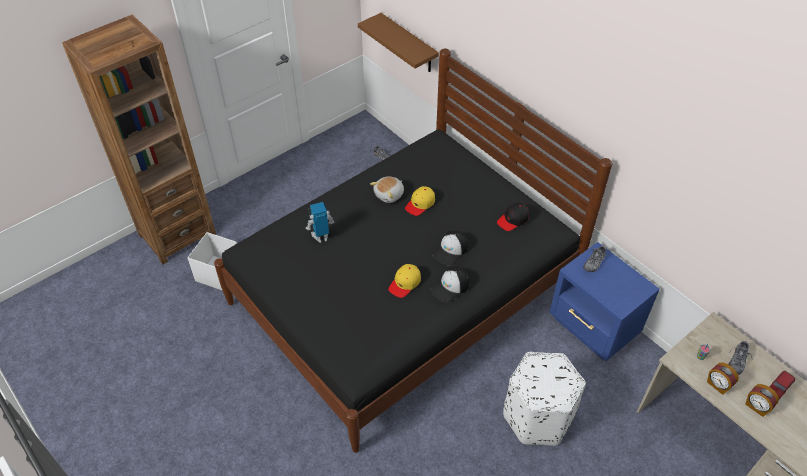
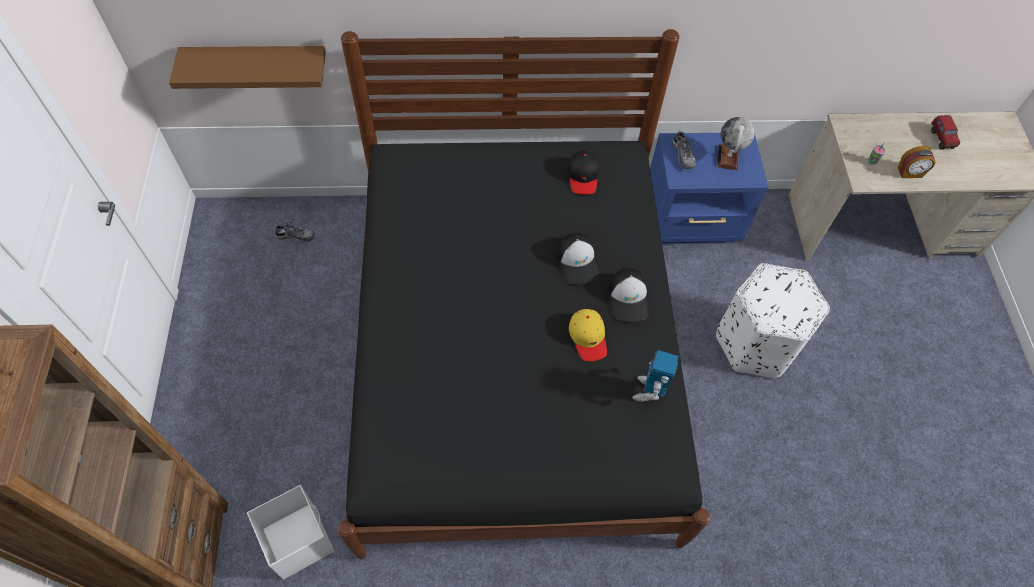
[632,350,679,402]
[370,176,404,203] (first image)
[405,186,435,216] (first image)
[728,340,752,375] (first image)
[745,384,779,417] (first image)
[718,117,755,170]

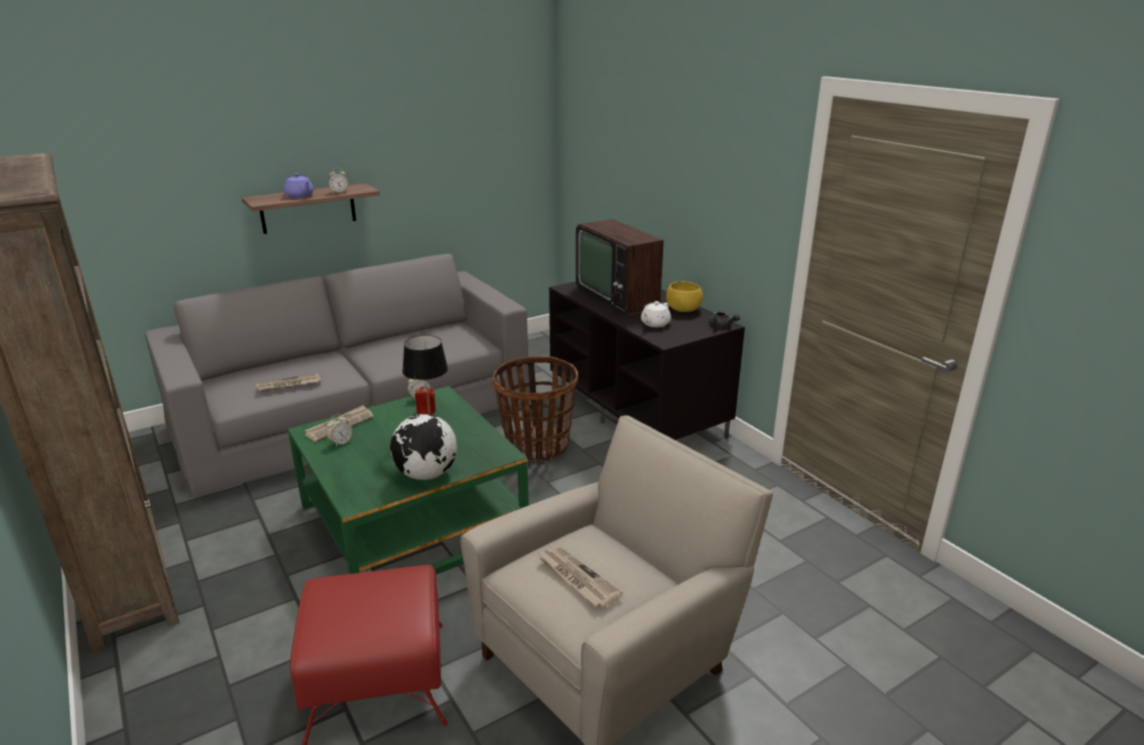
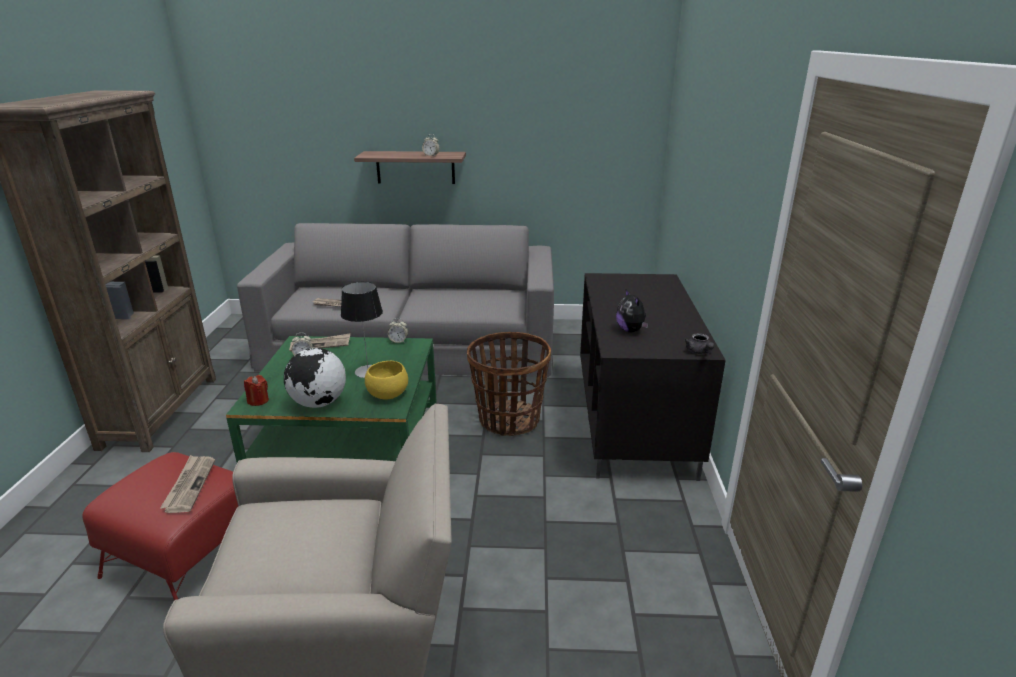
[284,173,314,198] (first image)
[244,375,269,406]
[160,455,215,513]
[576,219,664,315] (first image)
[616,289,649,333]
[365,361,408,400]

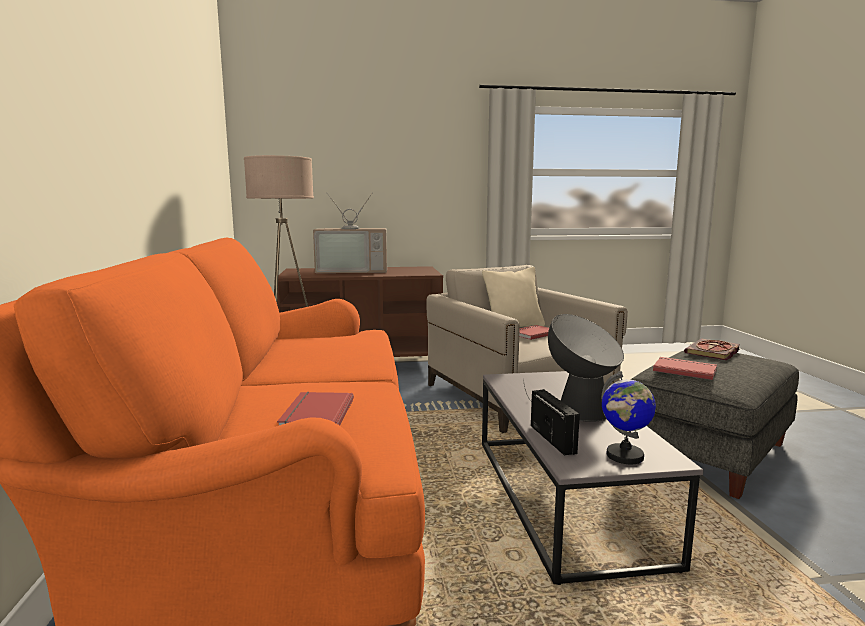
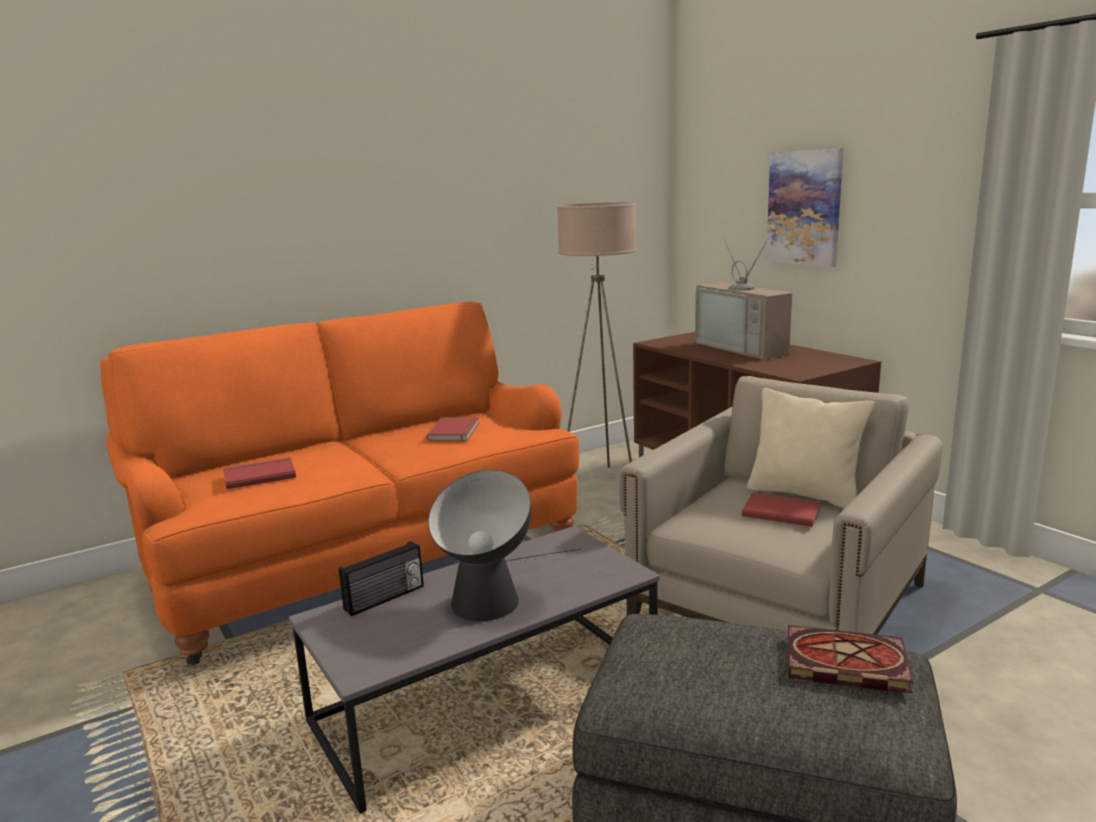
[602,371,656,464] (first image)
[427,417,479,441]
[766,148,843,267]

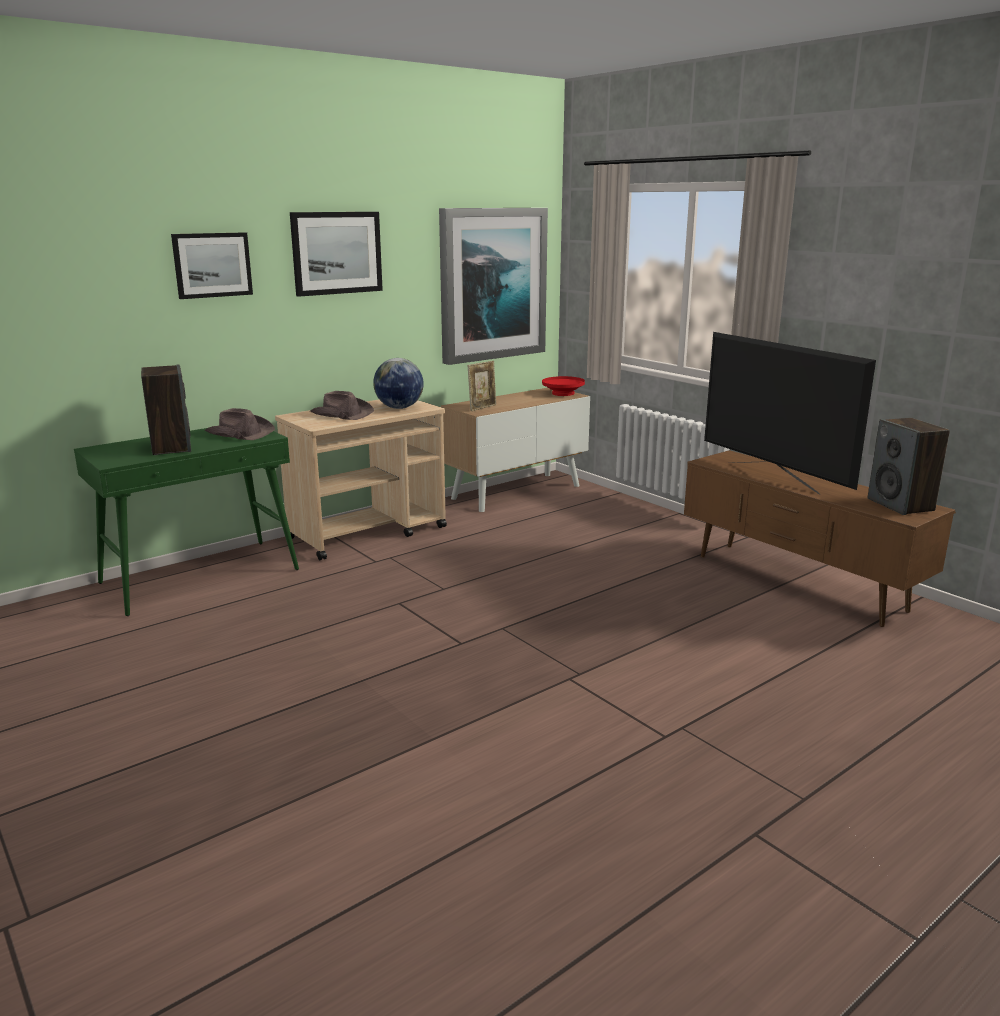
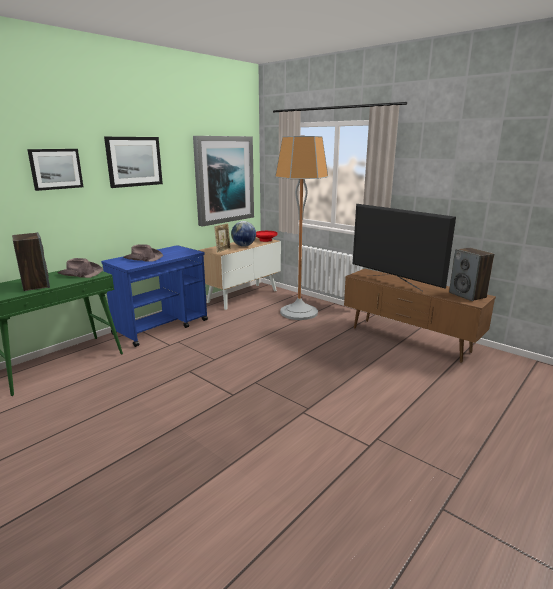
[101,245,208,347]
[231,221,256,247]
[275,135,328,320]

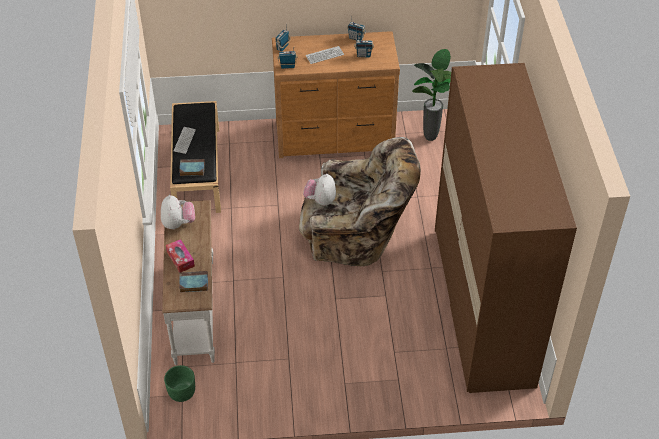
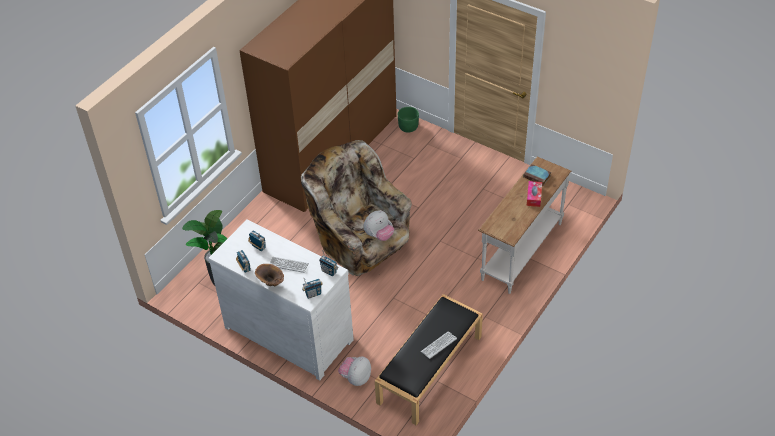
[338,357,371,386]
[398,107,419,133]
[179,159,205,176] (first image)
[208,219,354,381]
[255,264,284,286]

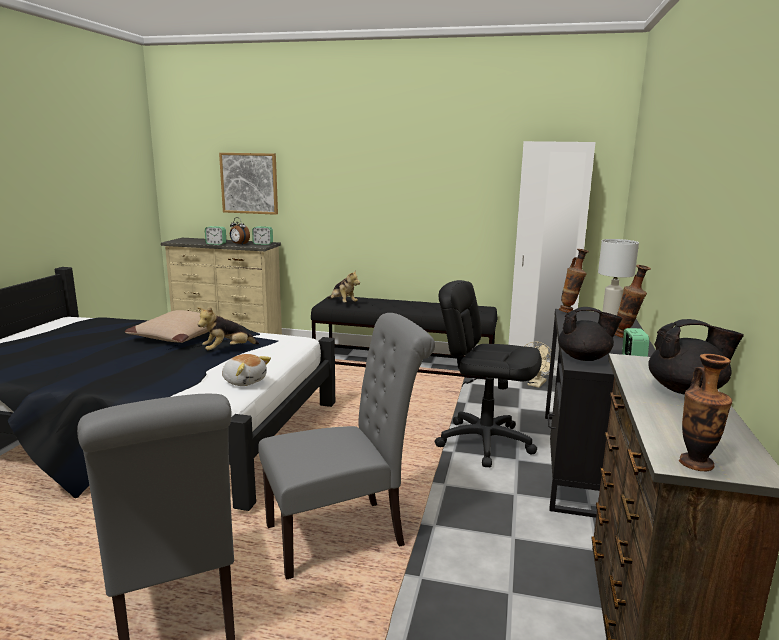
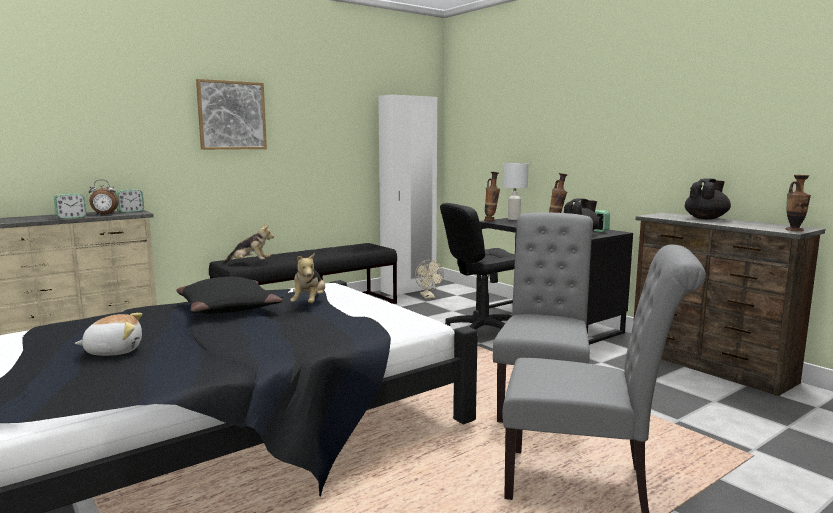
[176,277,283,314]
[196,79,267,150]
[75,313,142,356]

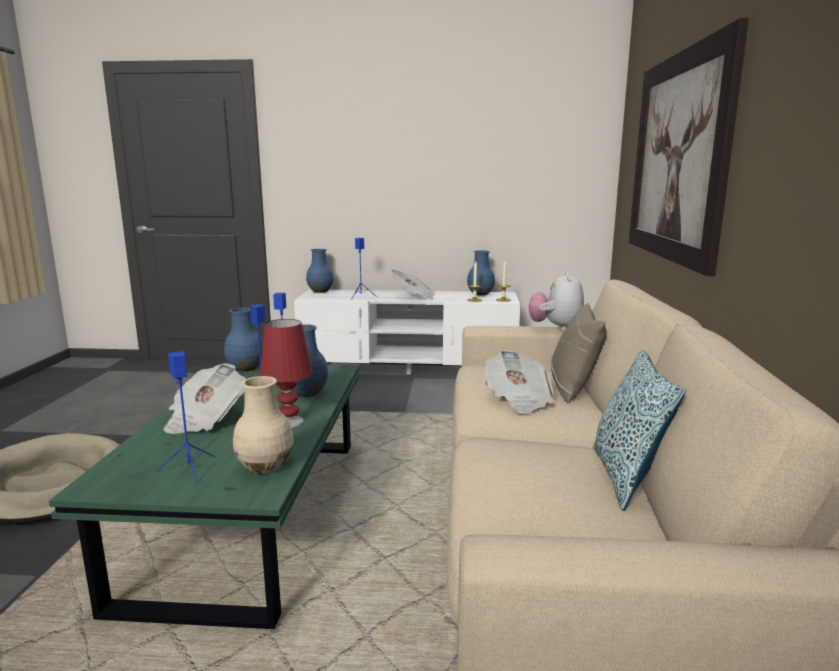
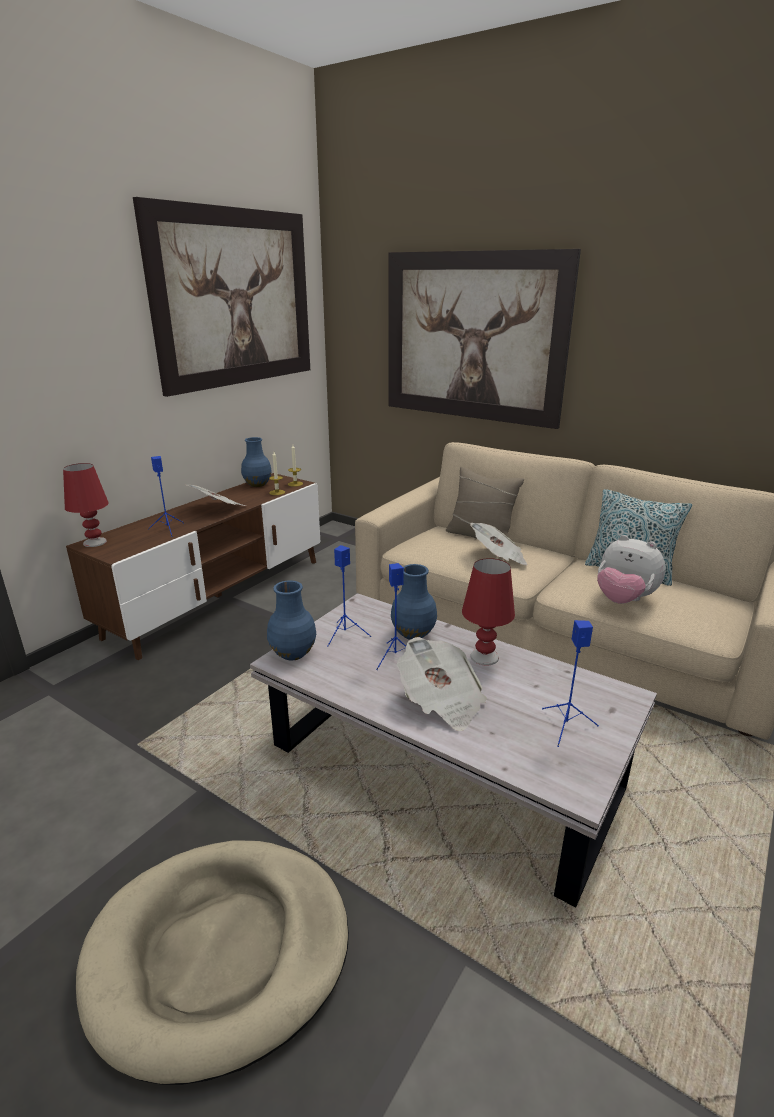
[250,593,657,908]
[233,376,294,474] (first image)
[66,473,320,660]
[63,463,109,547]
[597,535,666,604]
[133,197,310,397]

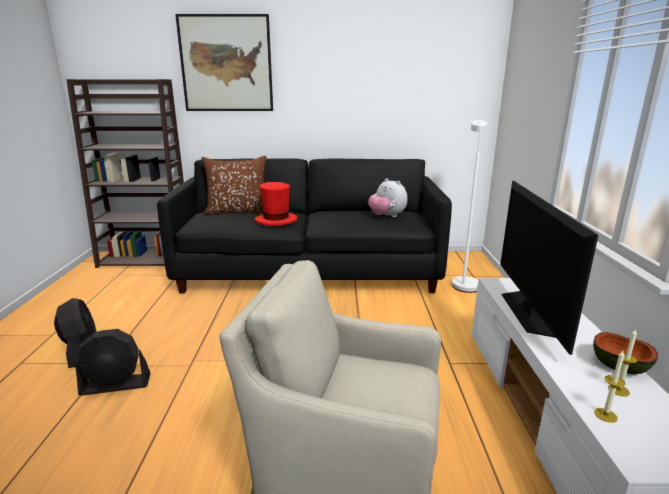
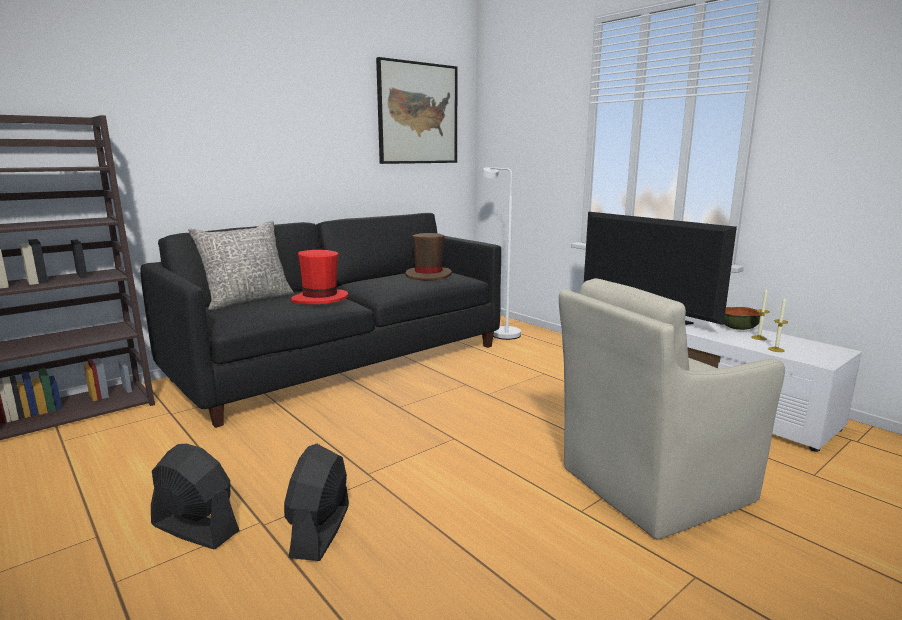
[284,444,349,561]
[376,57,457,164]
[188,221,293,310]
[406,233,452,281]

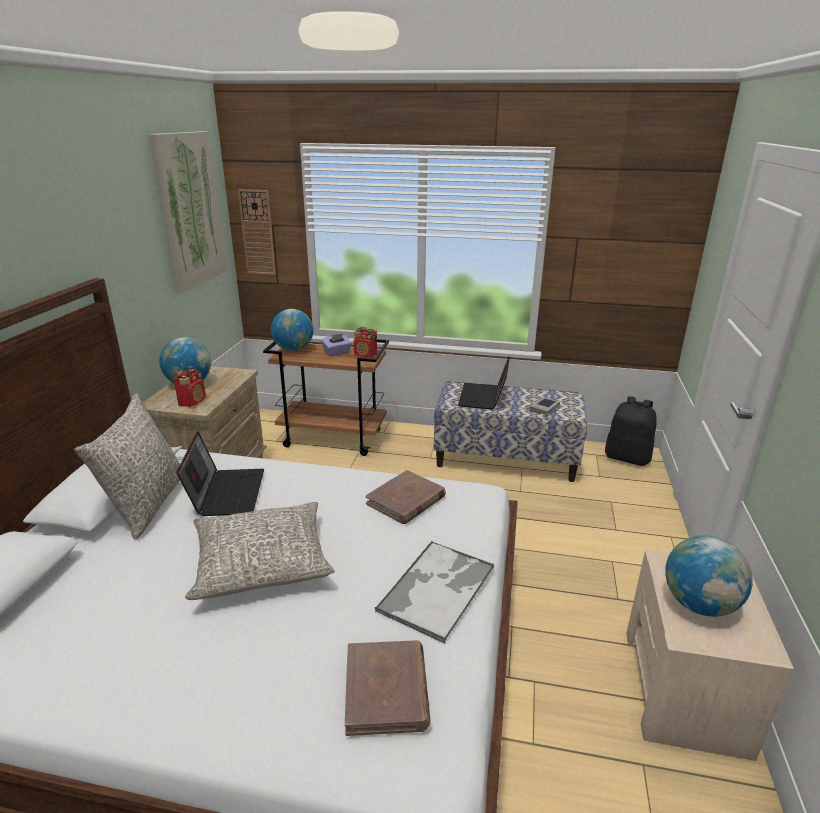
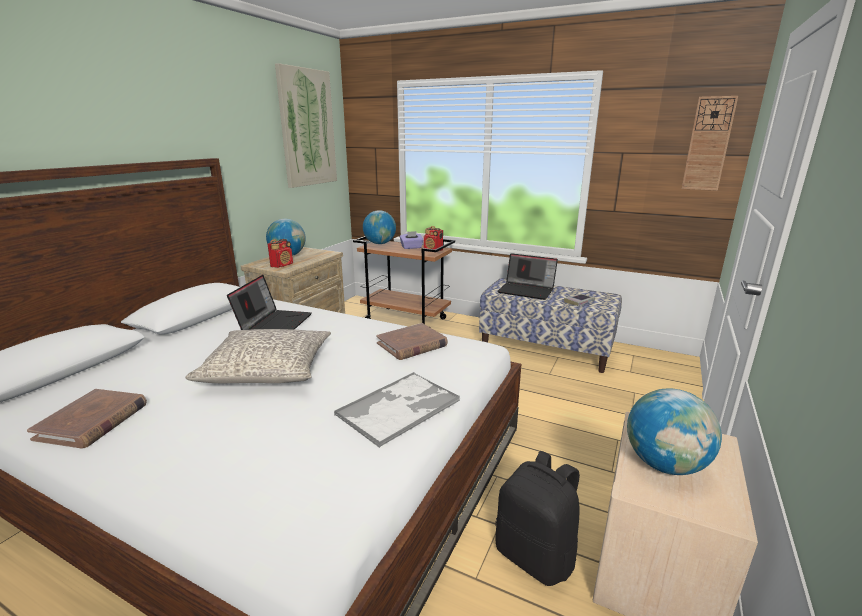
[74,393,180,539] (first image)
[682,96,738,191]
[27,389,147,449]
[497,253,558,300]
[495,451,580,586]

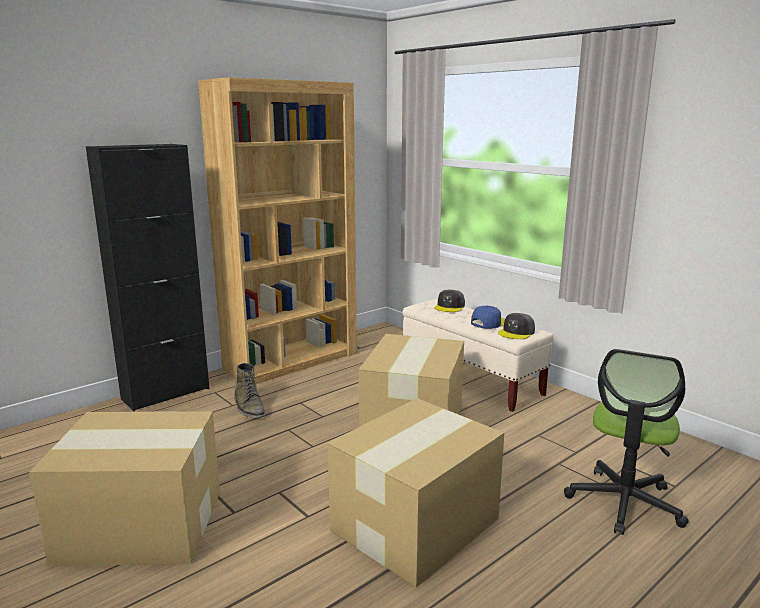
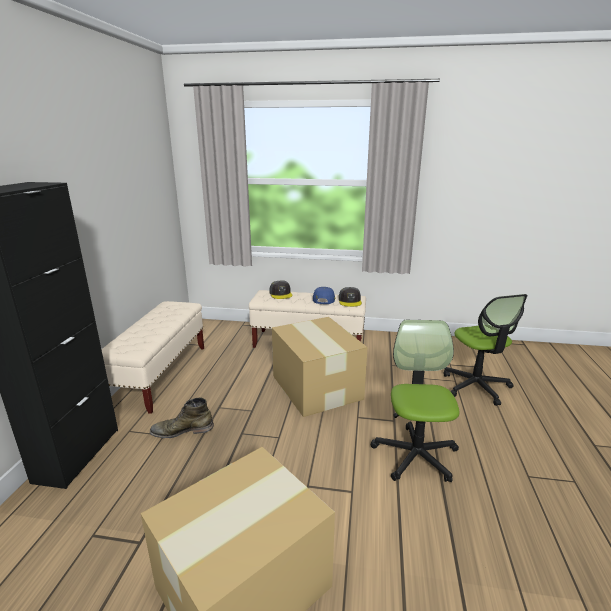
[101,301,204,414]
[150,397,214,438]
[370,320,459,482]

